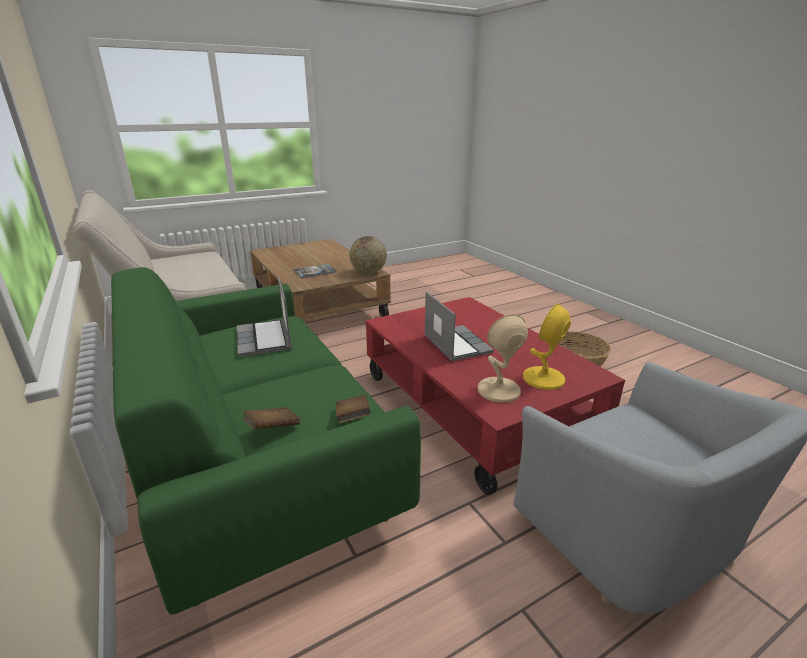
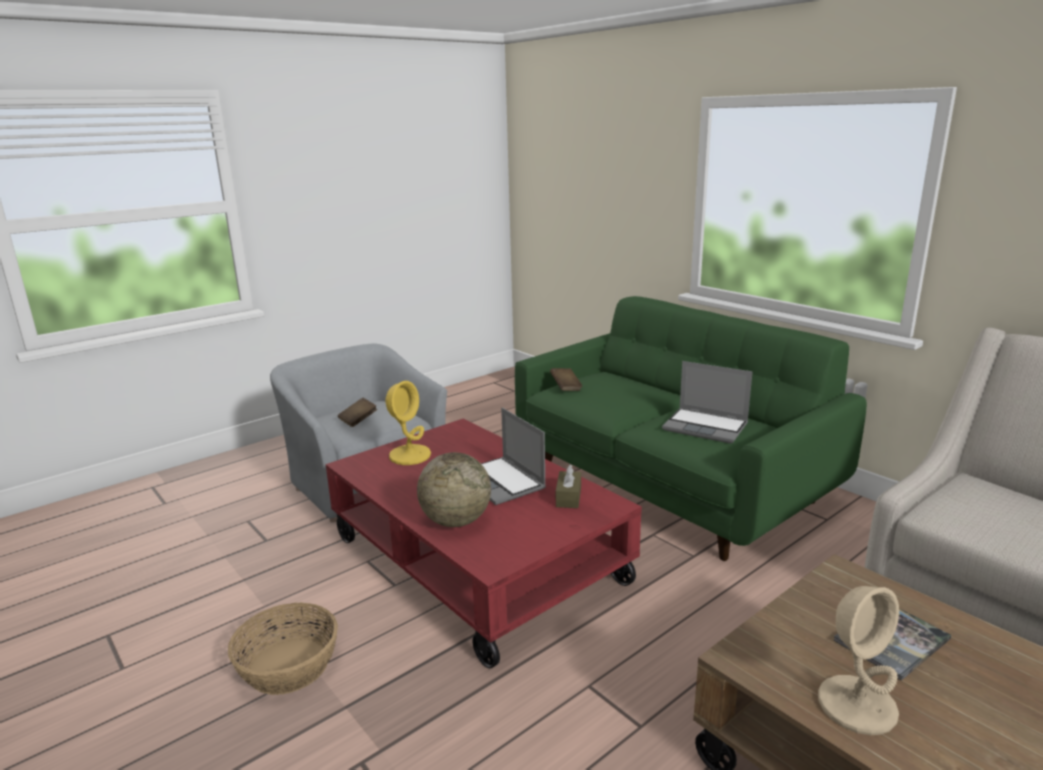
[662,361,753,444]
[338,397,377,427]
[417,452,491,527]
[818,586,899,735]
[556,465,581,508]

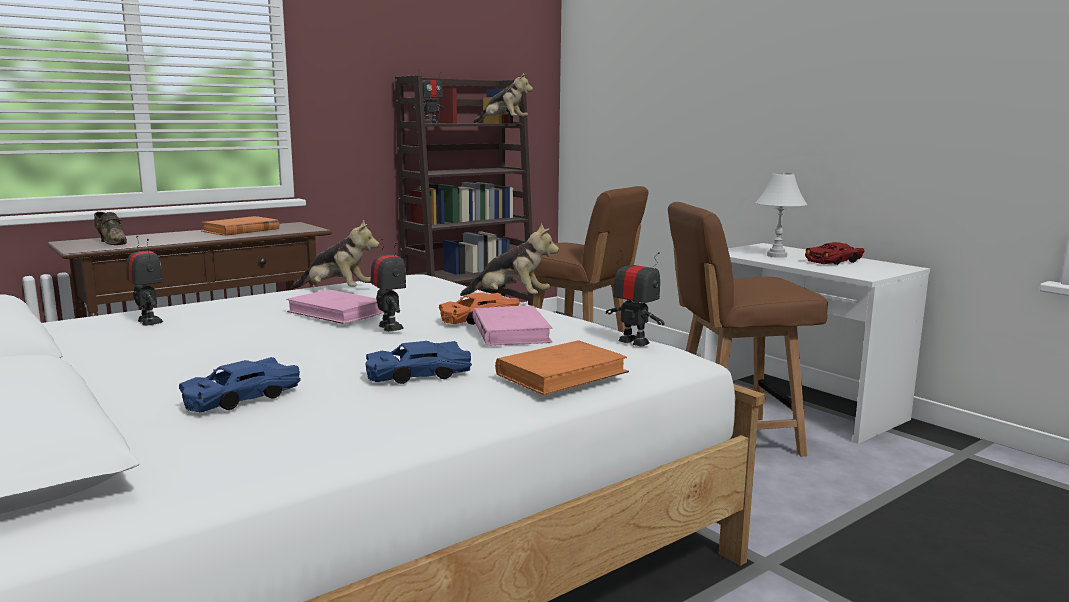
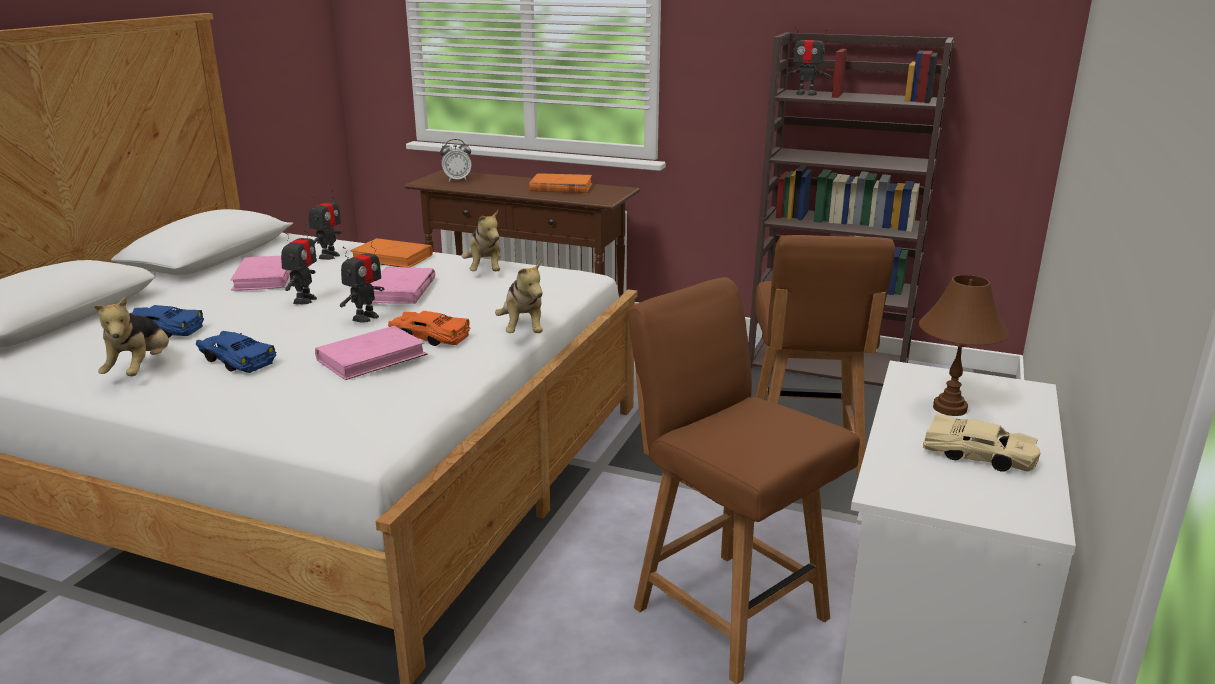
[440,139,471,182]
[94,296,169,376]
[350,238,433,267]
[281,224,317,304]
[919,275,1009,416]
[923,413,1040,472]
[231,256,292,291]

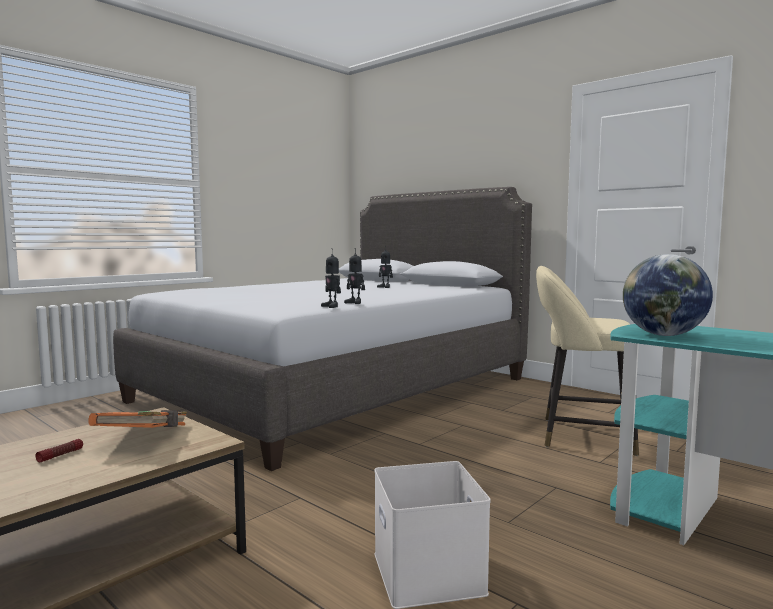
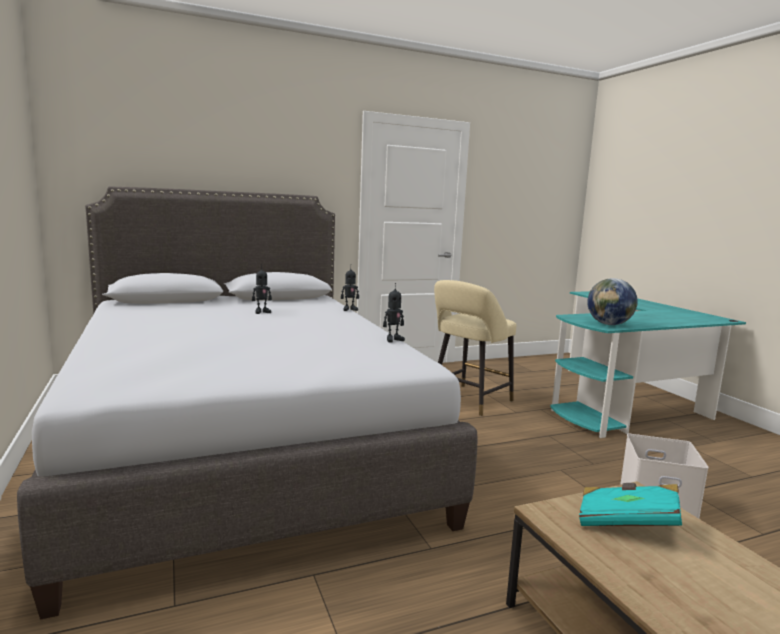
[36,439,83,463] (first image)
[579,483,682,526]
[341,269,359,311]

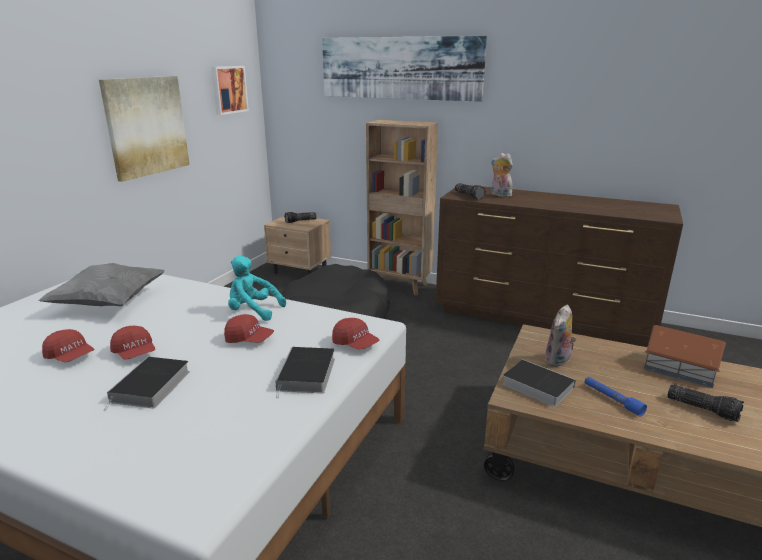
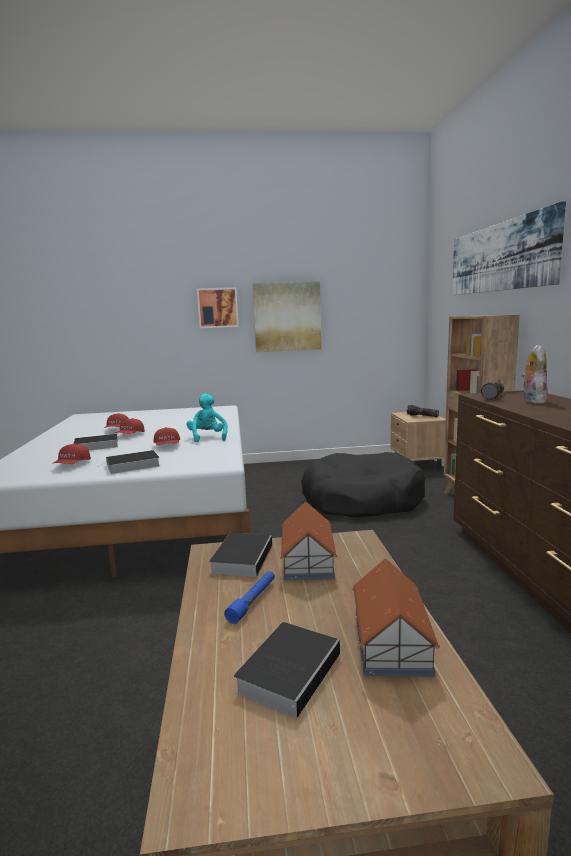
[38,263,164,306] (first image)
[197,287,239,328]
[52,444,91,464]
[280,501,337,580]
[234,622,343,718]

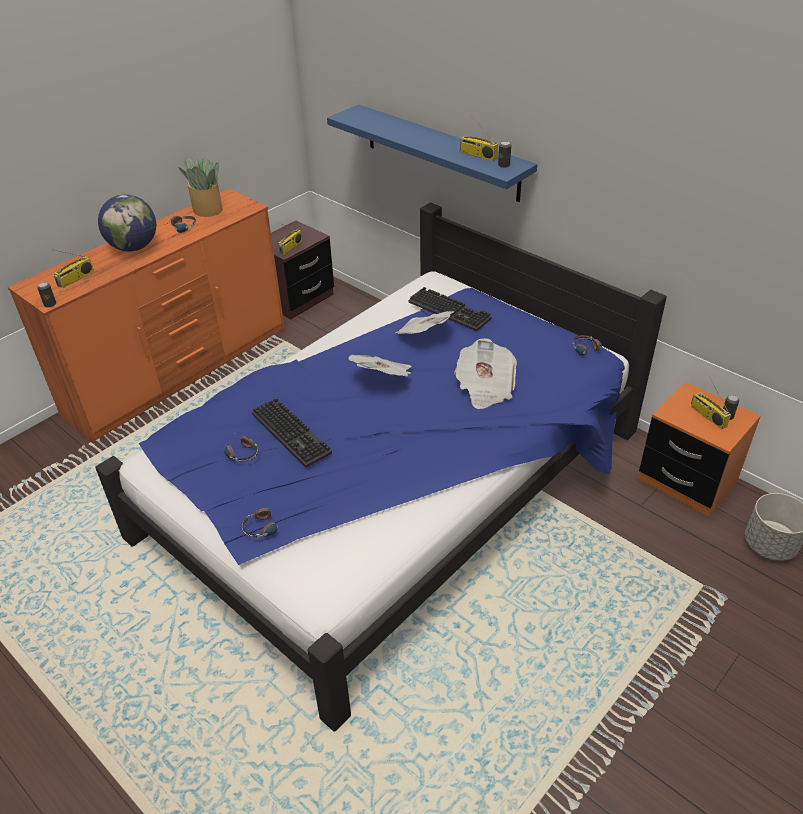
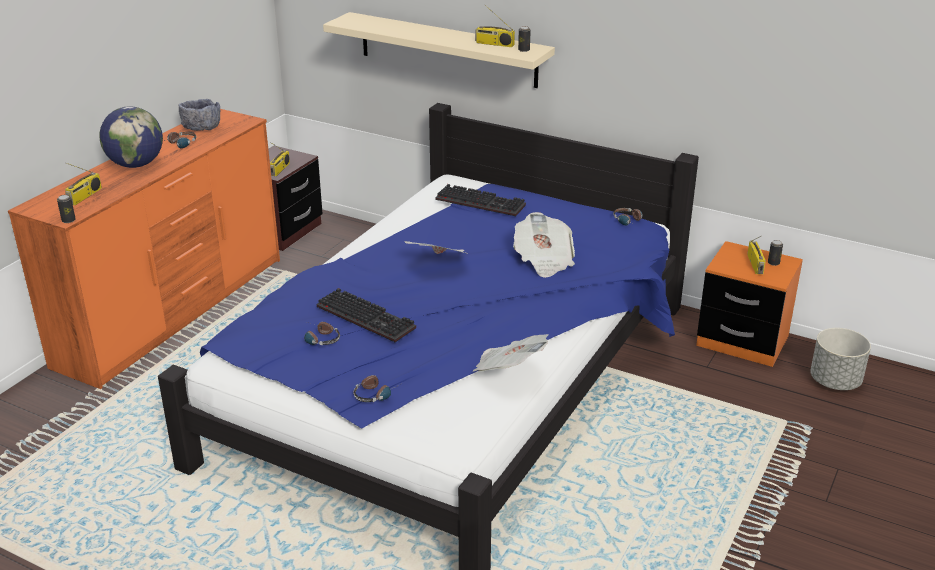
[178,99,220,131]
[323,12,555,88]
[473,334,548,372]
[747,236,766,274]

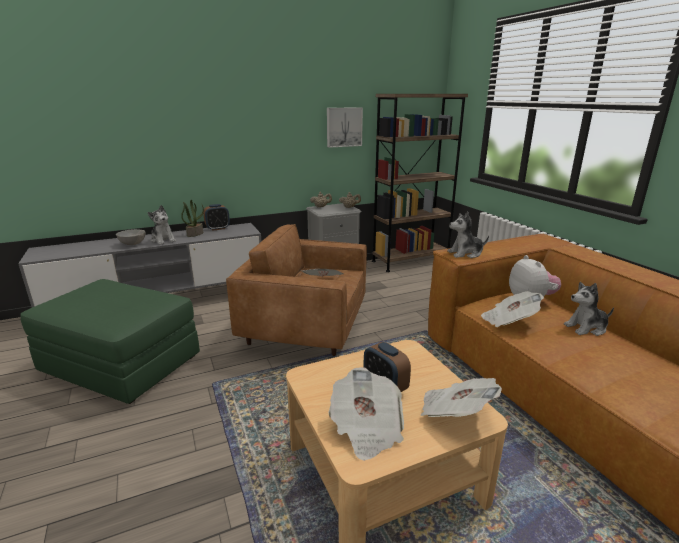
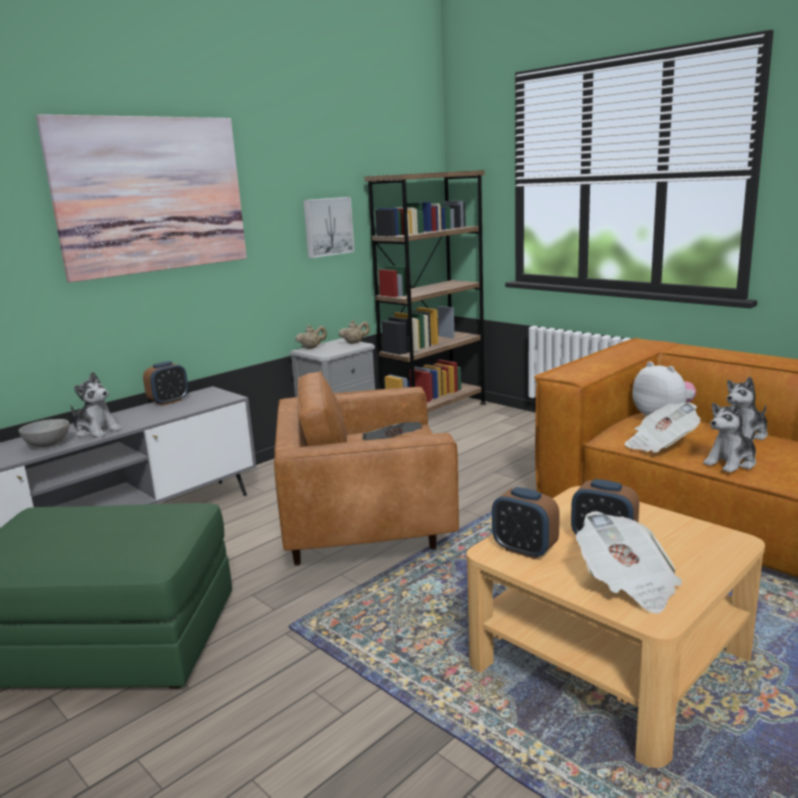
[181,200,204,237] (first image)
[421,378,502,417] (first image)
[703,400,756,473]
[36,114,247,282]
[492,487,560,559]

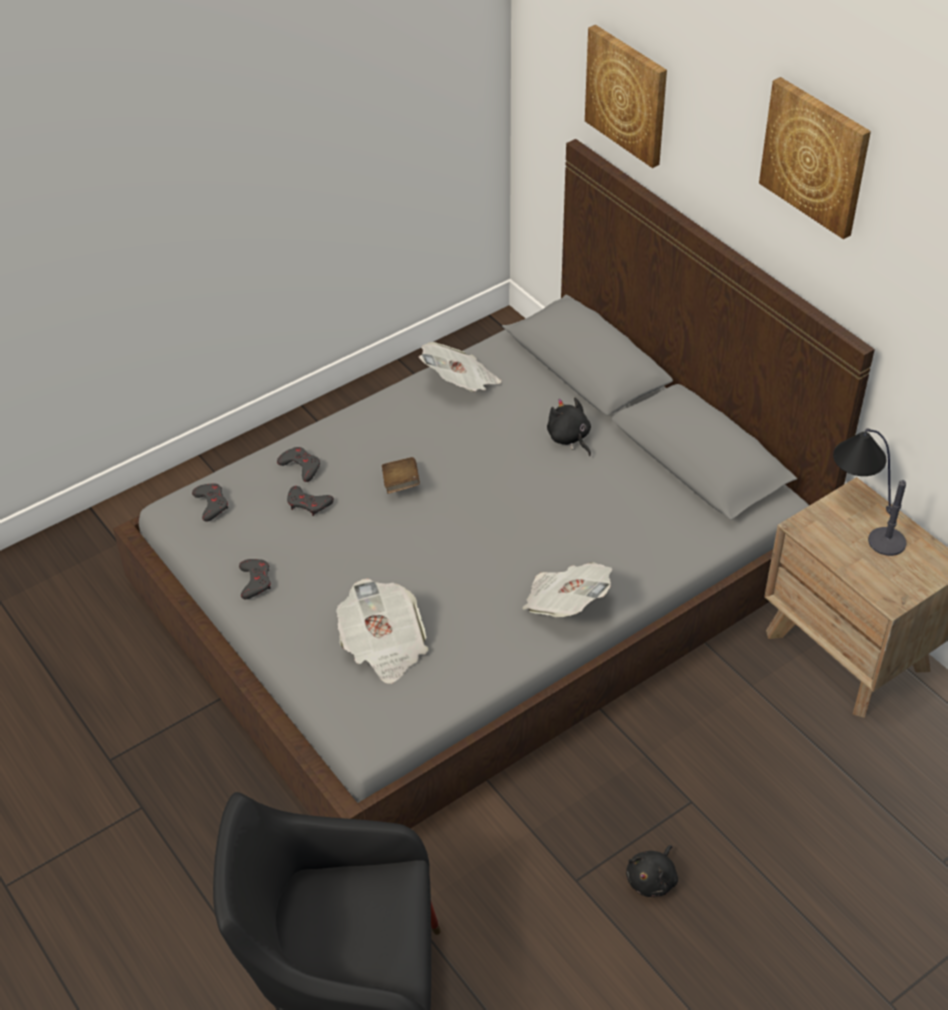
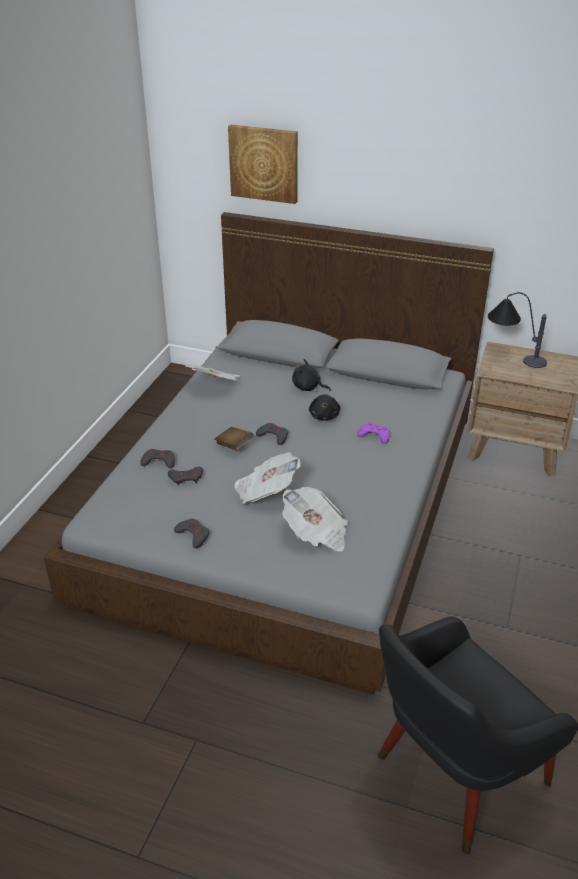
[256,423,288,445]
[234,452,301,504]
[309,394,340,421]
[759,77,871,239] (first image)
[357,423,390,444]

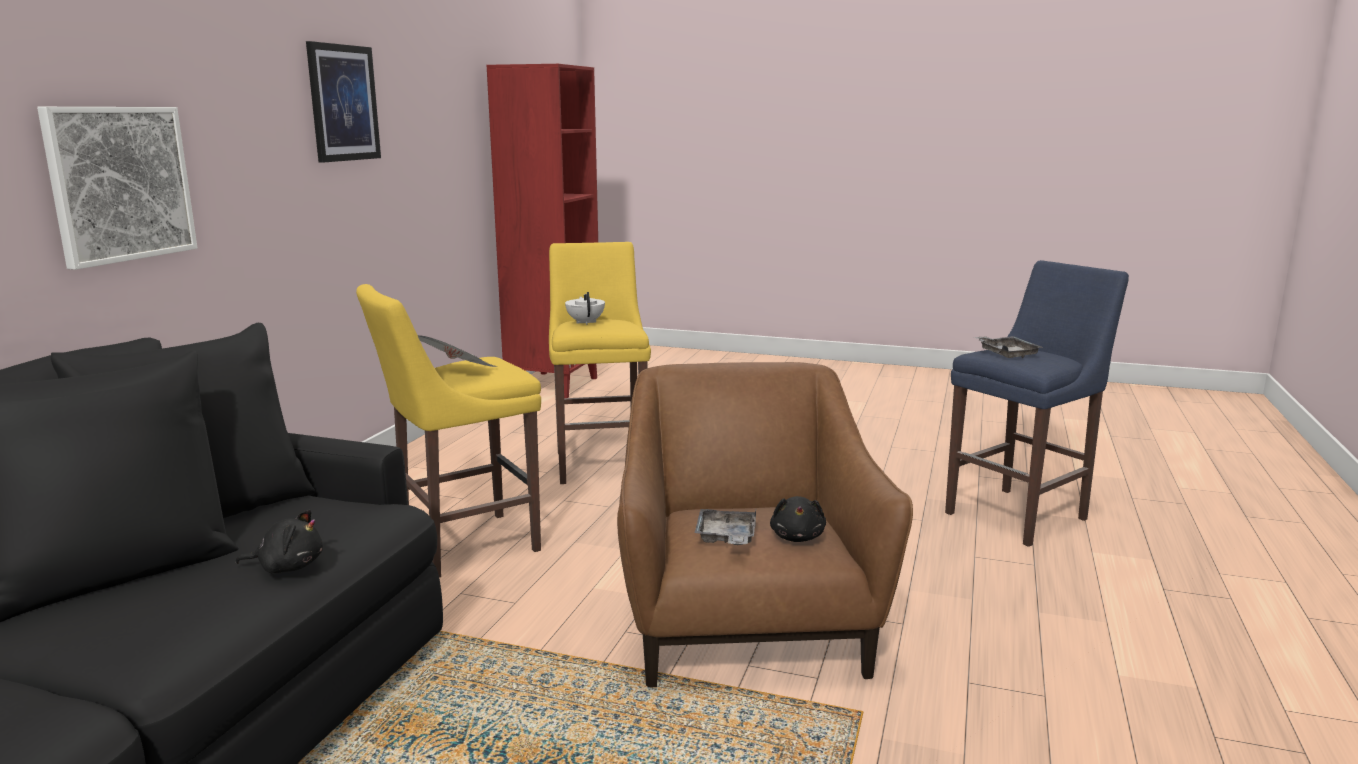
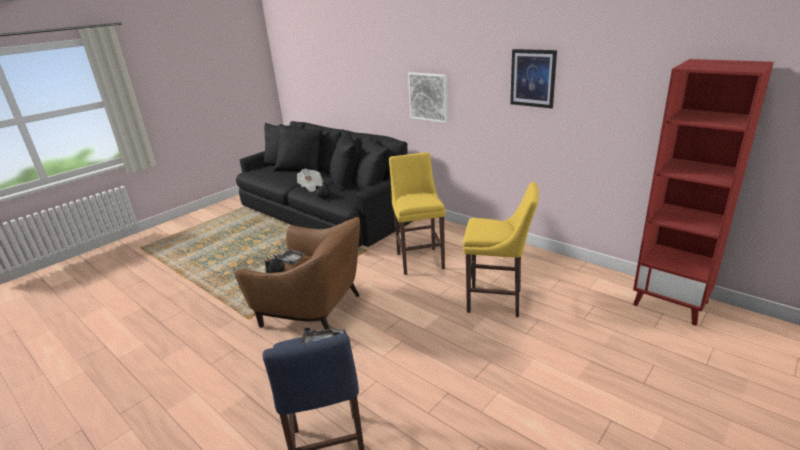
[297,169,323,192]
[565,292,605,325] (first image)

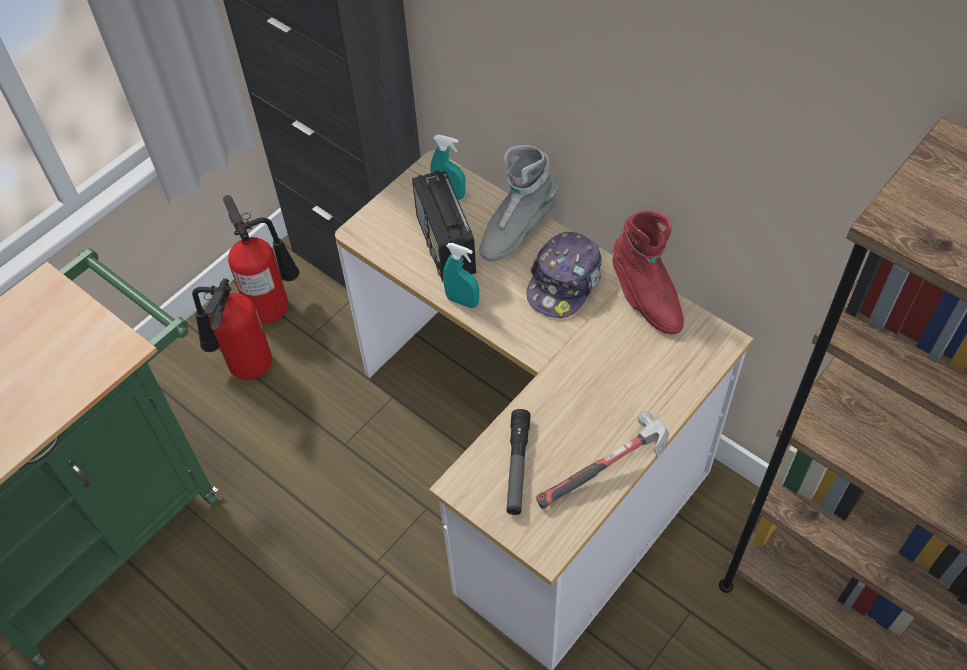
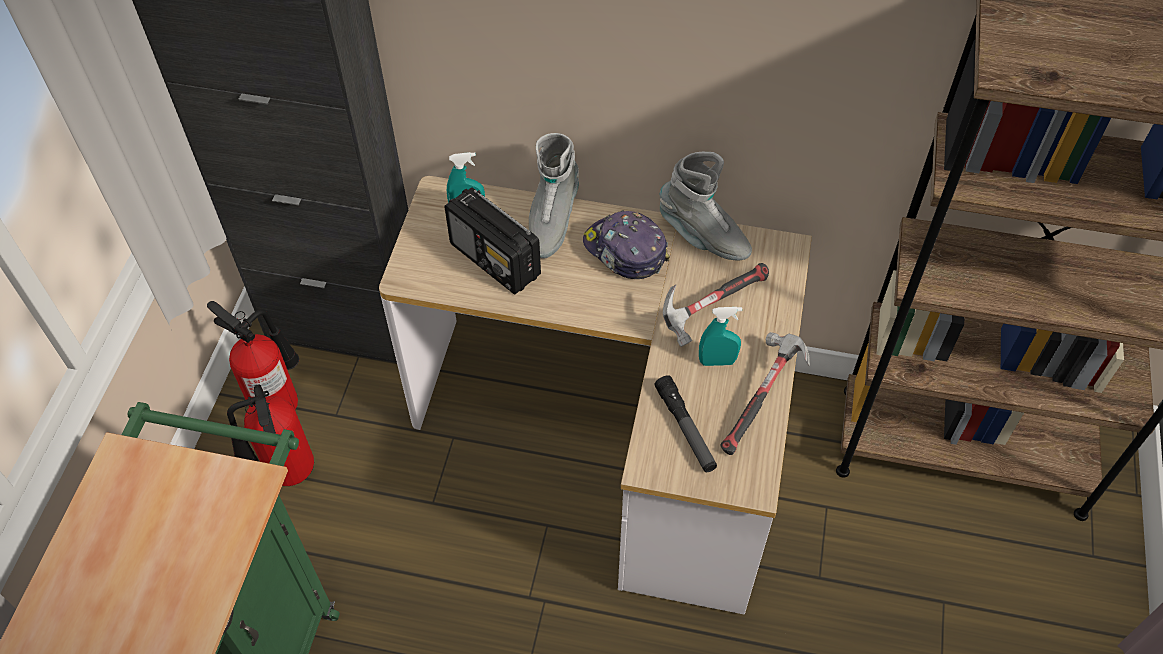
[699,307,742,366]
[583,210,670,279]
[660,152,752,260]
[663,263,769,347]

